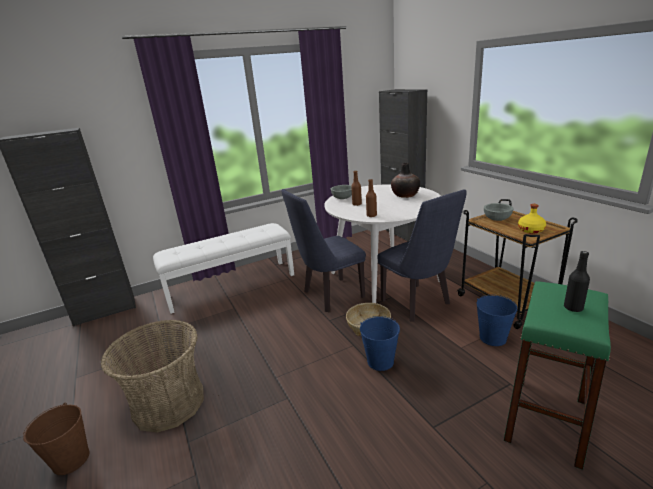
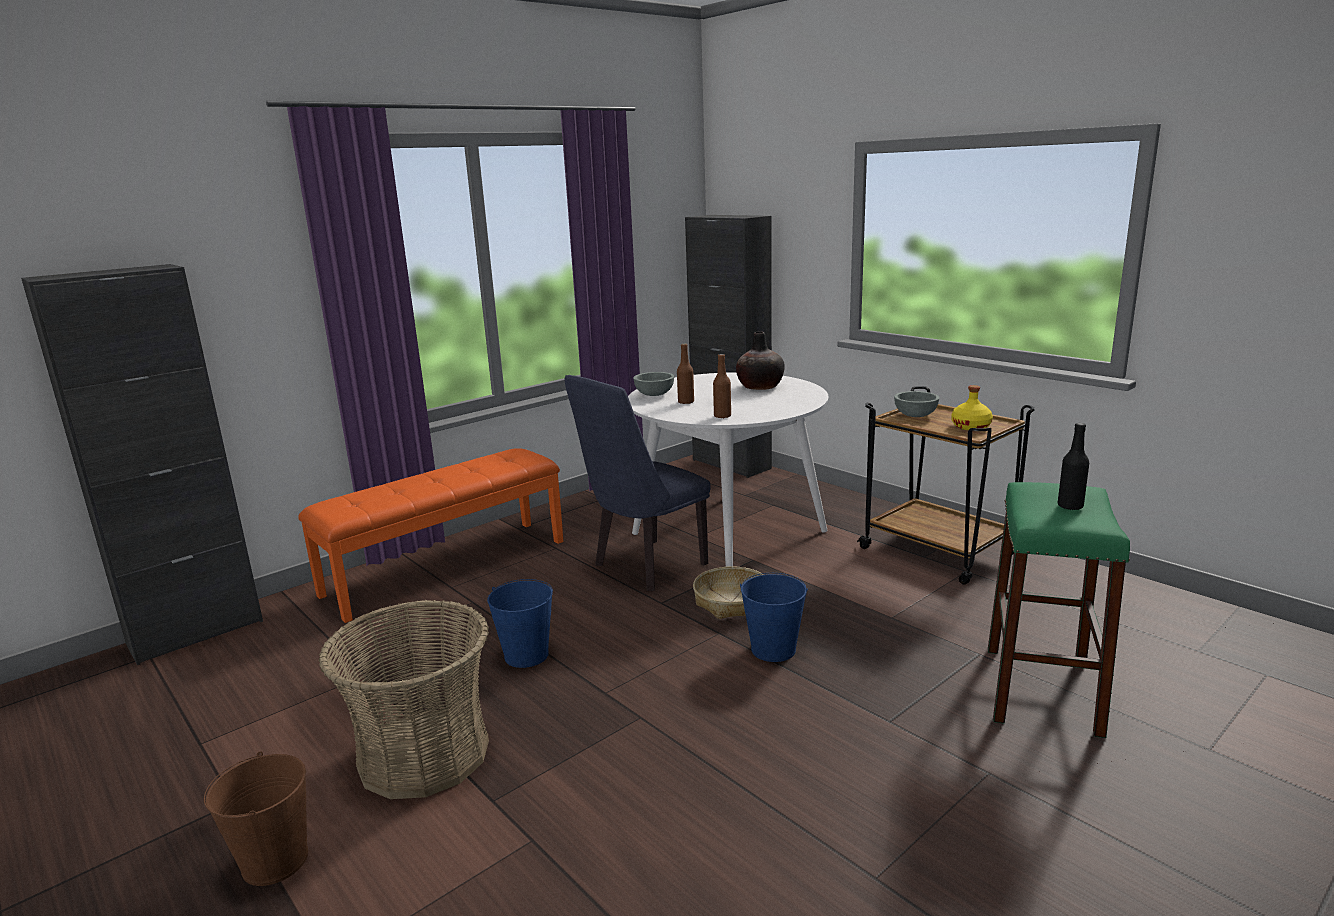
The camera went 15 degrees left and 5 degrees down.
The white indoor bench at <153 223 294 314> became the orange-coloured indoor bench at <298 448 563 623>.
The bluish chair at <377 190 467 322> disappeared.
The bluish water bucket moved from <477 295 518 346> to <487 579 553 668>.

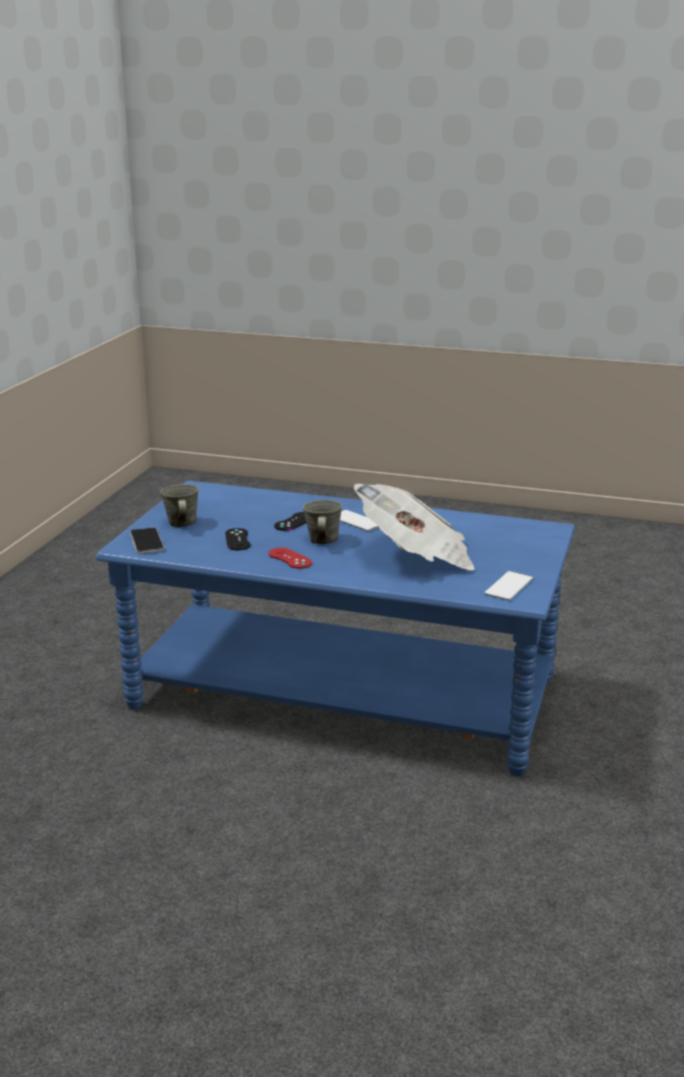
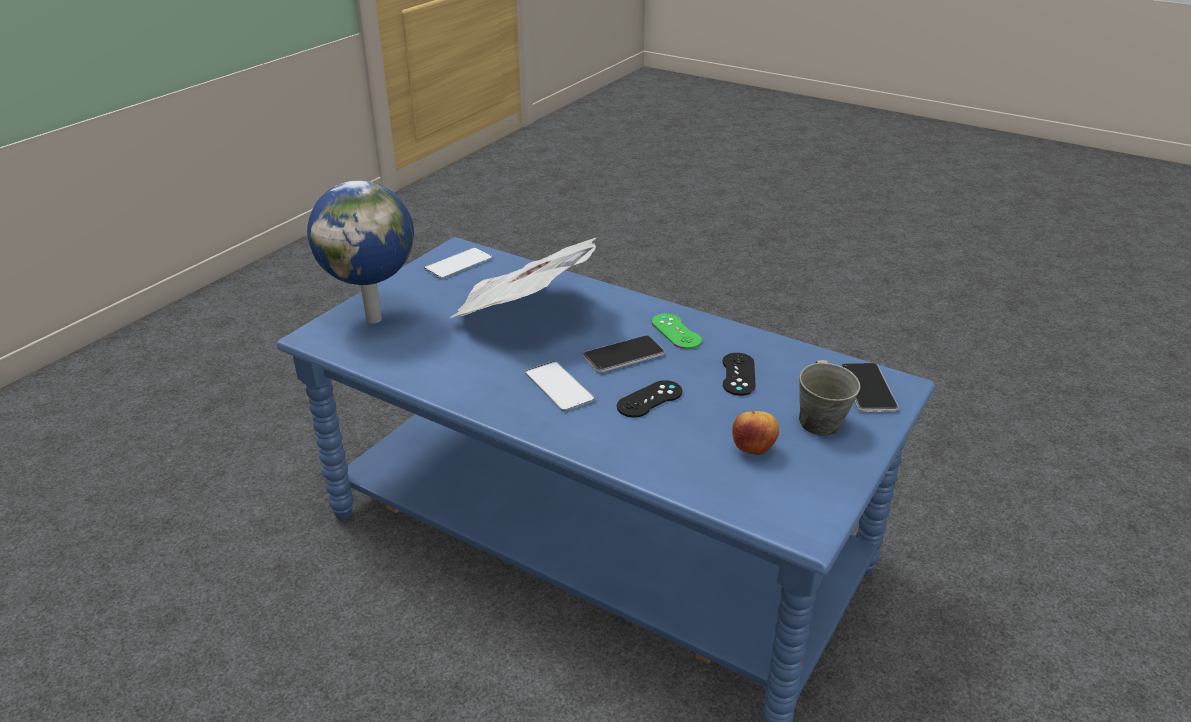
The camera went 165 degrees left and 10 degrees up.
The red-coloured game controller at <269 548 312 569> became the green-coloured game controller at <652 313 702 349>.
The grey mug at <303 500 342 544> was replaced by the phone at <583 335 665 373>.
The world globe at <307 180 414 324> appeared.
The whole apple at <732 411 779 455> appeared.

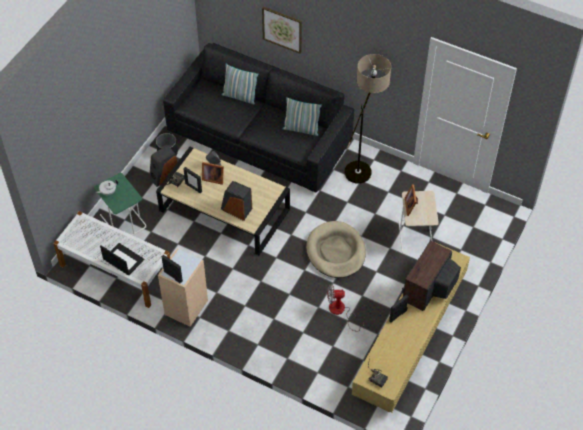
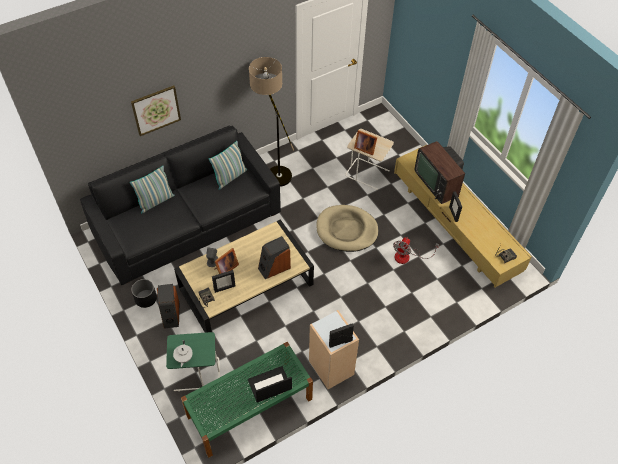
The camera went 60 degrees left and 0 degrees up.
The white indoor bench at <53 211 170 308> became the green-coloured indoor bench at <181 342 313 458>.

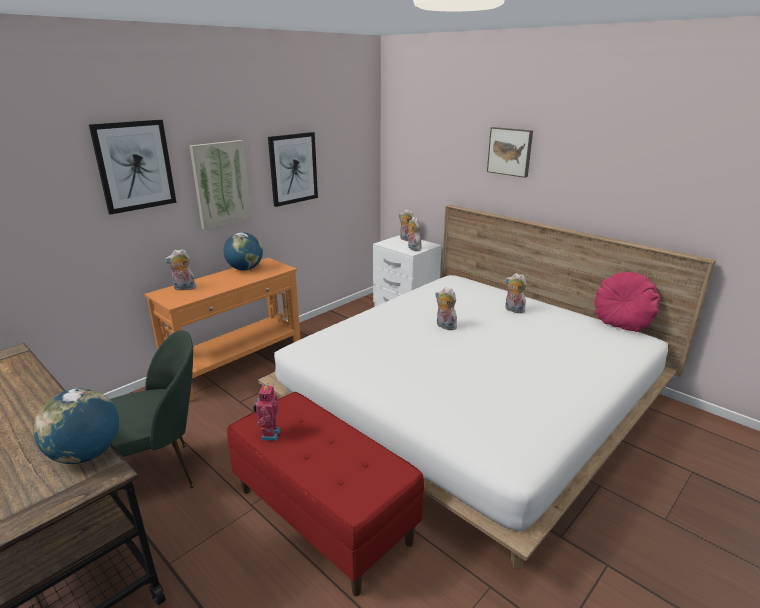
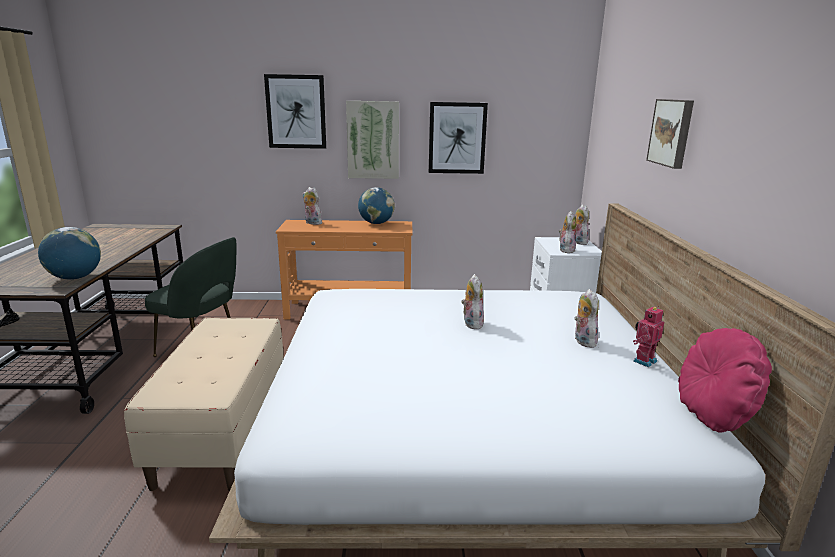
The camera went 45 degrees right and 5 degrees down.
The red-coloured indoor bench at <227 392 424 596> became the sand-coloured indoor bench at <124 318 284 491>.
The model robot moved from <253 383 281 441> to <633 306 664 367>.

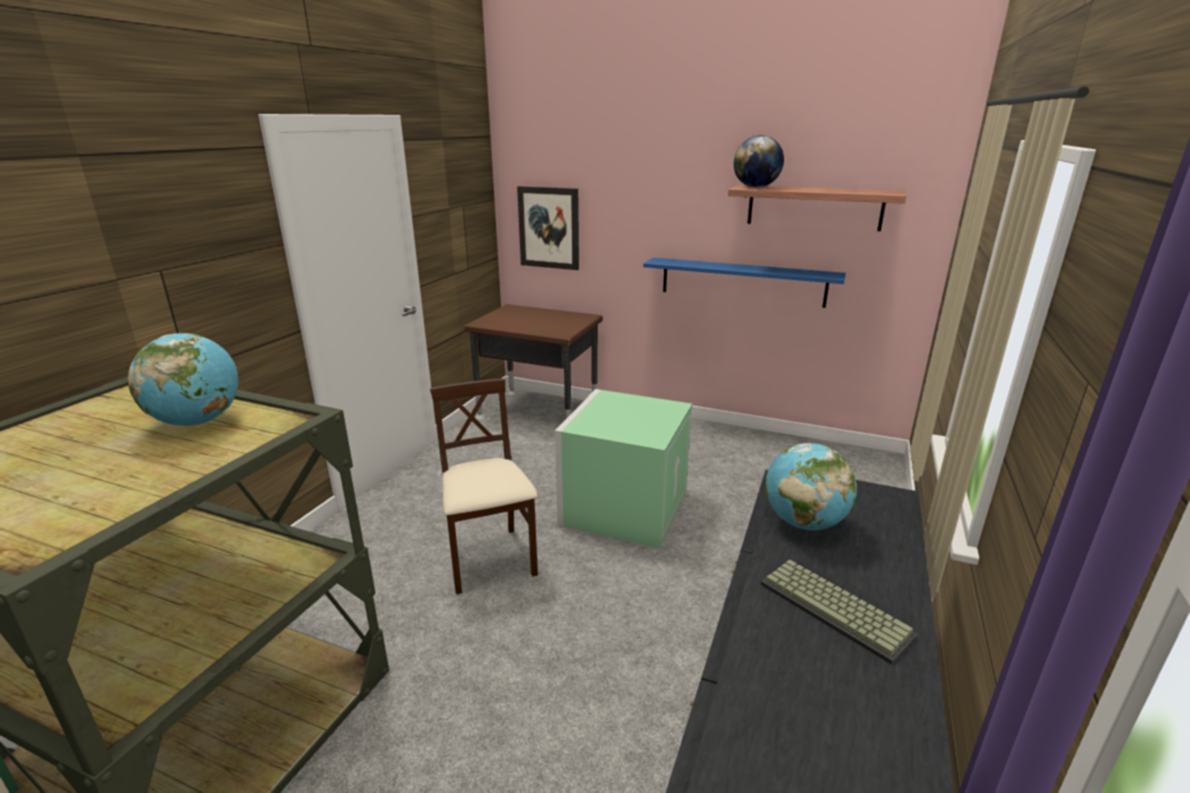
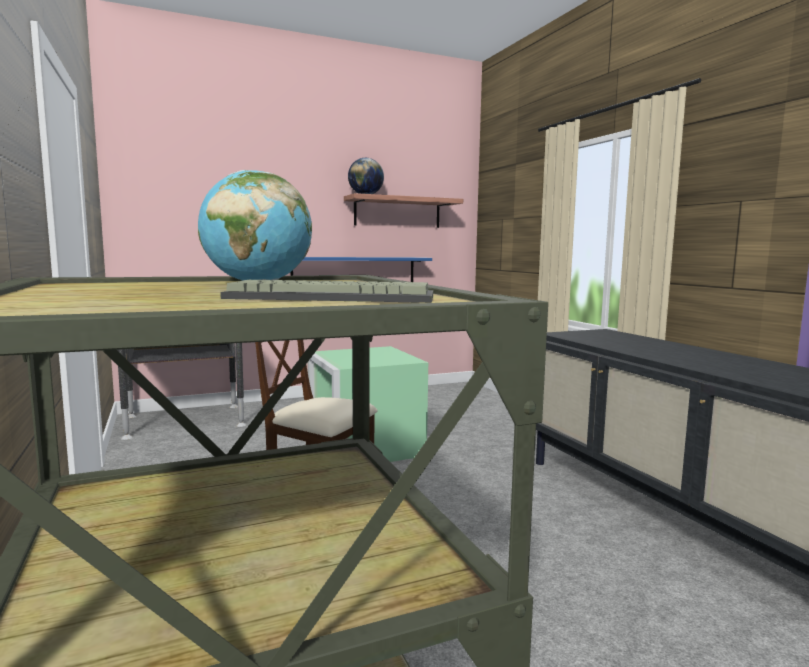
The camera went 45 degrees left and 15 degrees down.
The wall art at <517 186 579 270> disappeared.
The PC keyboard moved from <761 559 918 665> to <220 280 433 303>.
The world globe at <765 443 857 530> disappeared.

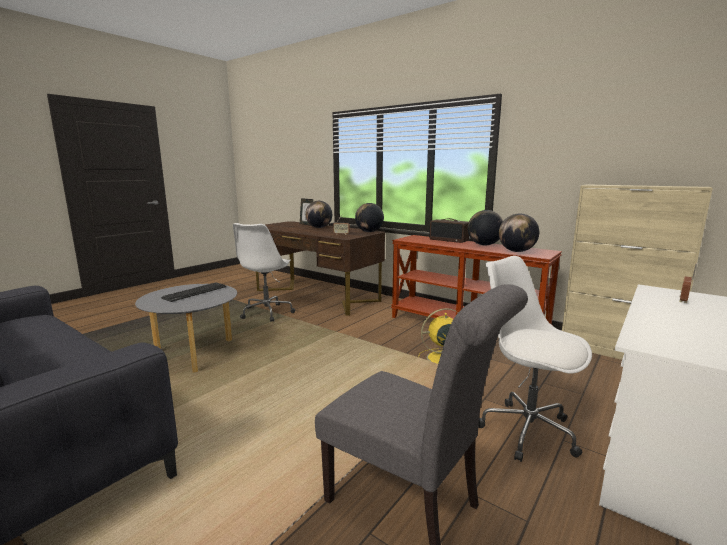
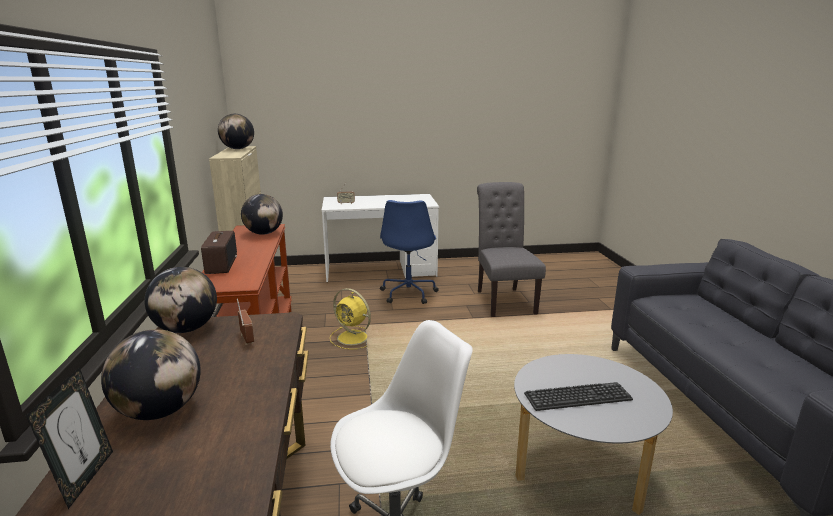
The camera went 135 degrees left and 5 degrees up.
The world globe moved from <468 210 503 245> to <218 114 254 149>.
The white office chair at <478 256 592 462> became the bluish office chair at <380 200 439 304>.

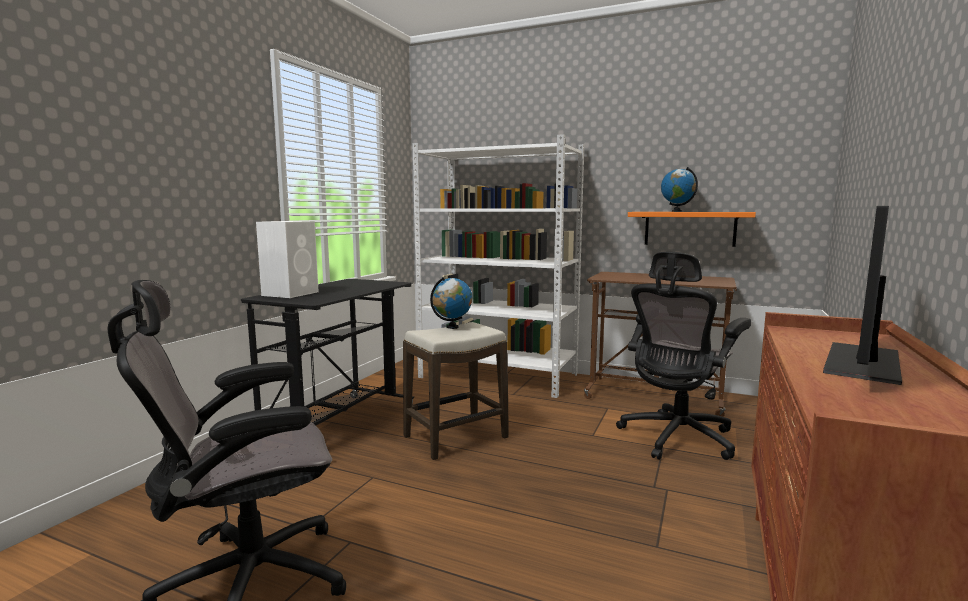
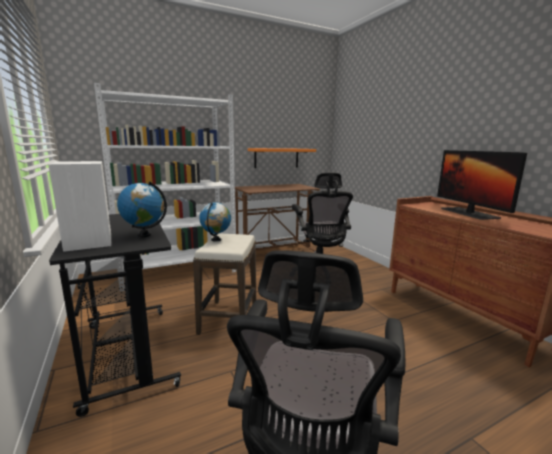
The camera went 50 degrees left and 5 degrees up.
The world globe moved from <661 167 698 212> to <117 181 167 238>.

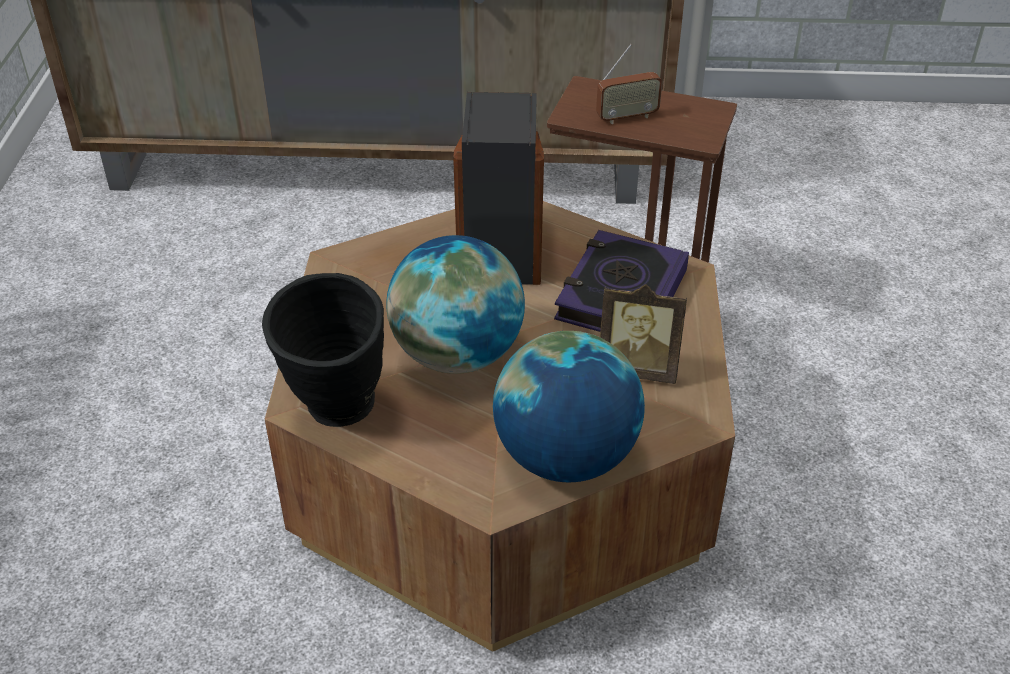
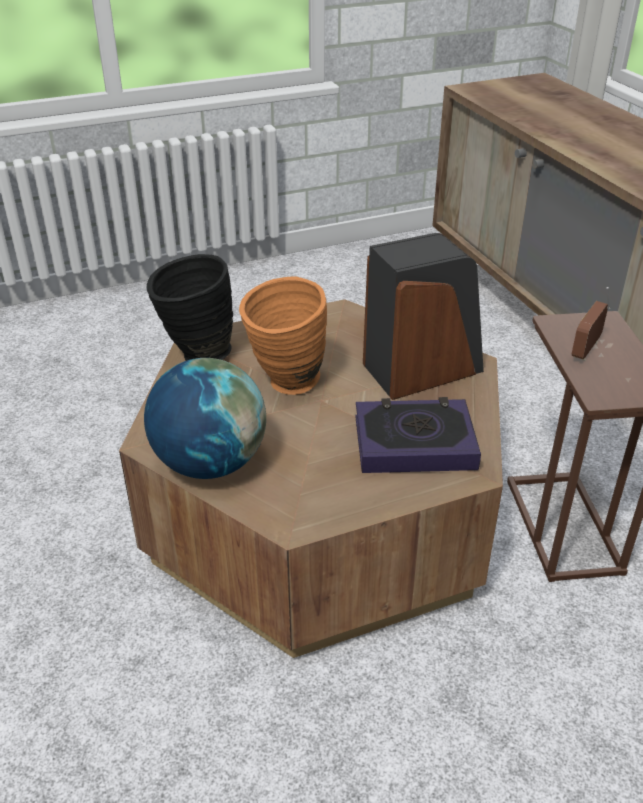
The camera went 65 degrees right and 5 degrees down.
The world globe at <386 235 525 374> was replaced by the orange-coloured decorative vase at <239 277 327 395>.
The radio at <596 44 662 124> turned 75 degrees clockwise.
The picture frame at <600 284 687 384> disappeared.

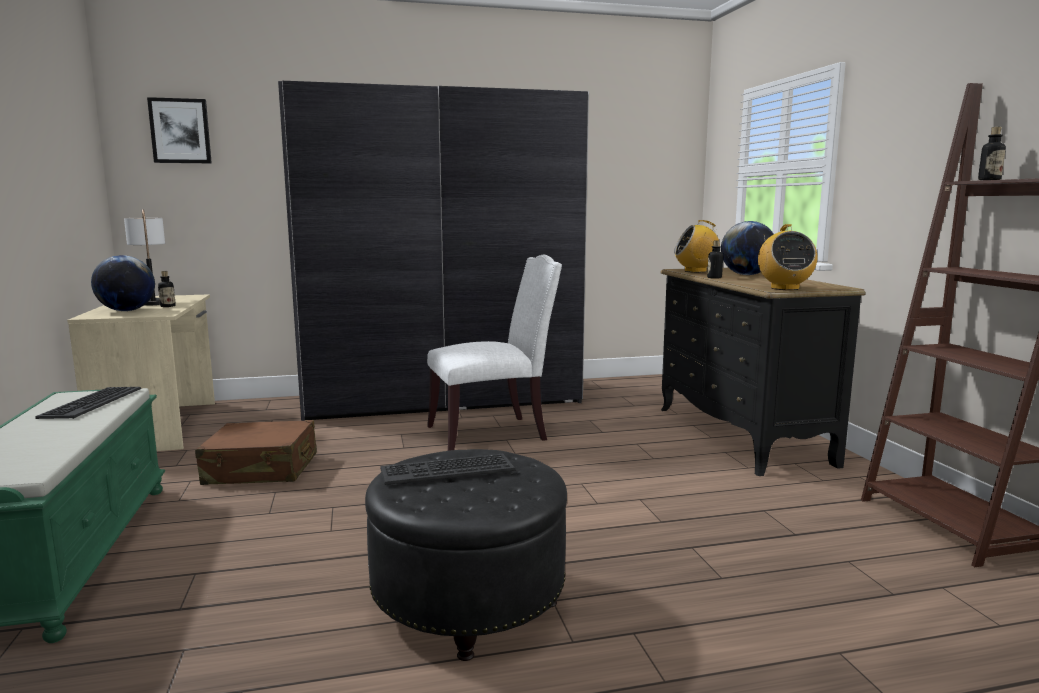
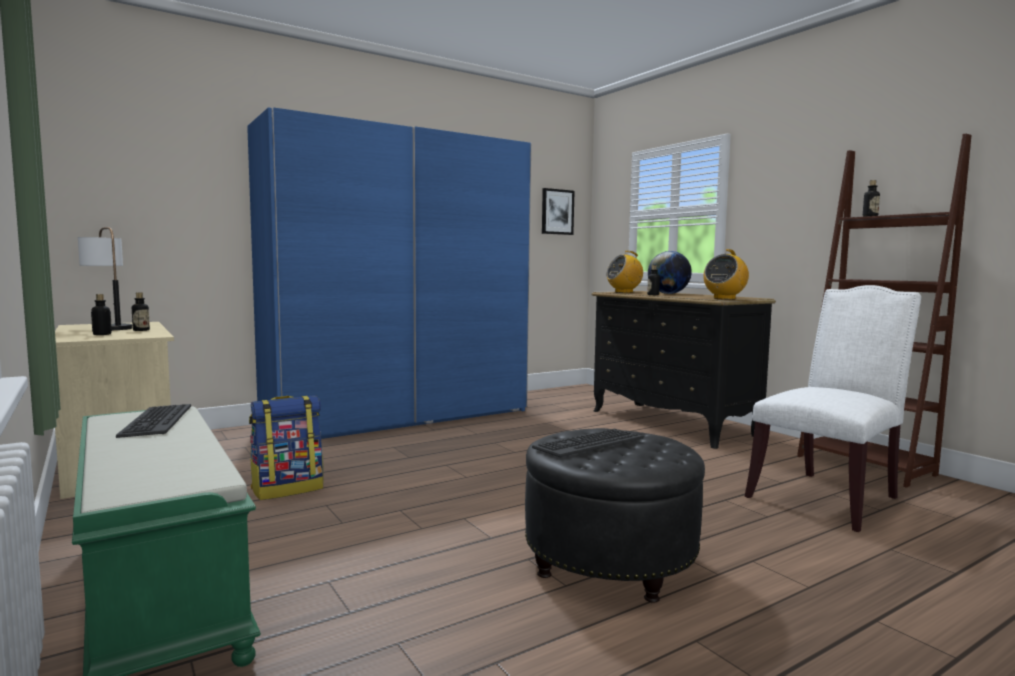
The camera went 20 degrees left and 5 degrees down.
The world globe at <91 255 155 311> was replaced by the drink bottle at <91 294 112 335>.
The wall art moved from <147 97 212 163> to <542 188 575 235>.
The brown-coloured piece of luggage at <195 420 317 485> was replaced by the rucksack at <249 395 323 500>.
The grey clothes cupboard at <278 81 589 421> became the bluish clothes cupboard at <247 107 531 439>.
The white chair moved from <427 255 562 451> to <744 285 921 532>.
The radio at <758 224 817 290> turned 60 degrees clockwise.

